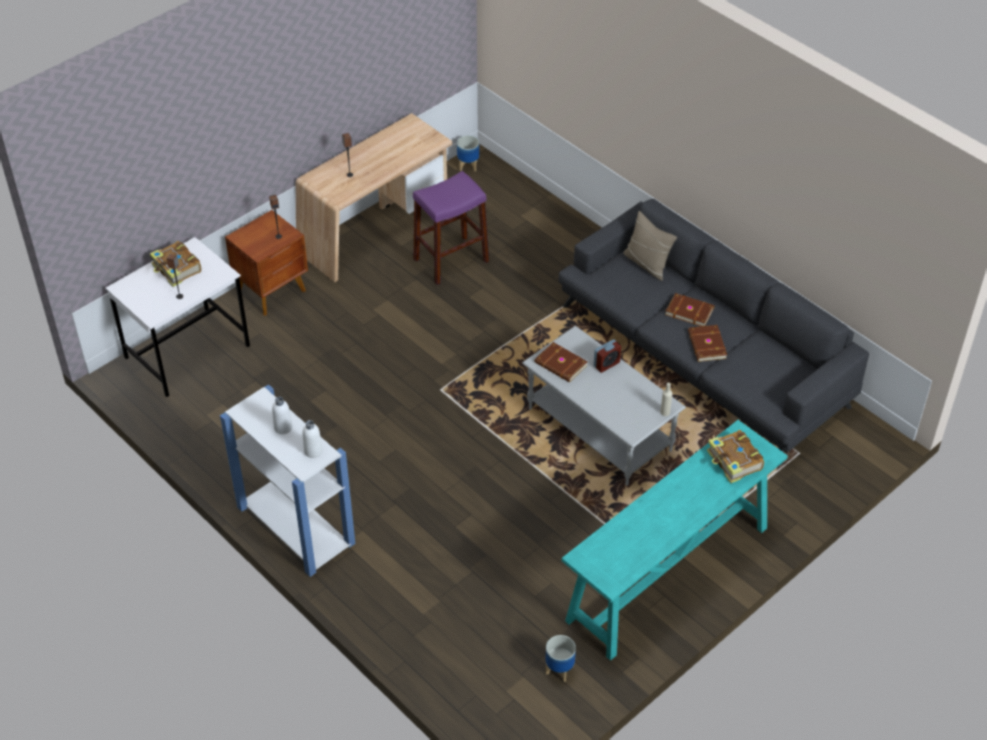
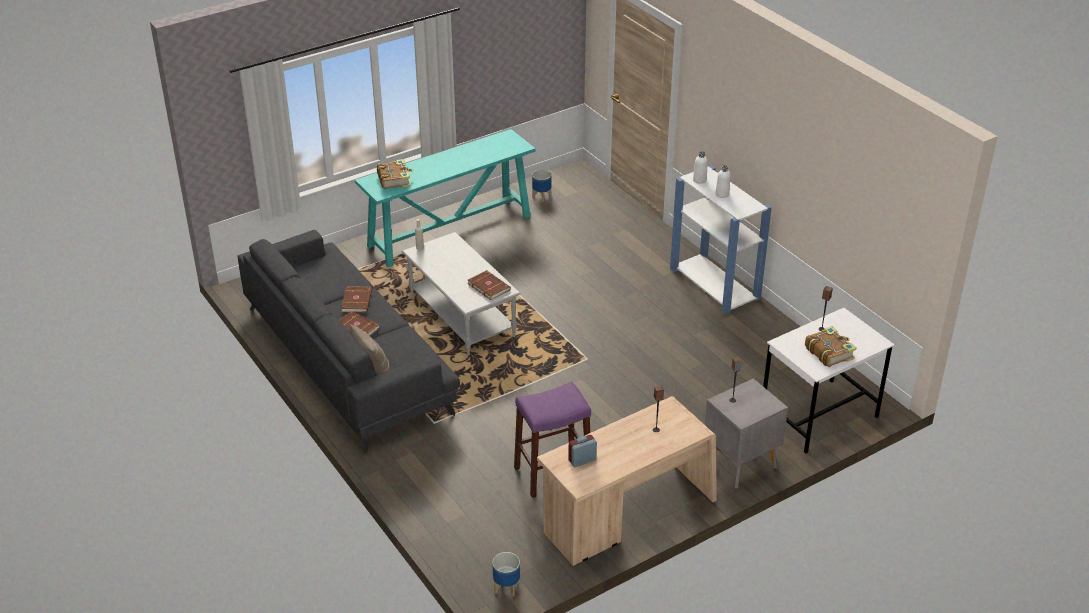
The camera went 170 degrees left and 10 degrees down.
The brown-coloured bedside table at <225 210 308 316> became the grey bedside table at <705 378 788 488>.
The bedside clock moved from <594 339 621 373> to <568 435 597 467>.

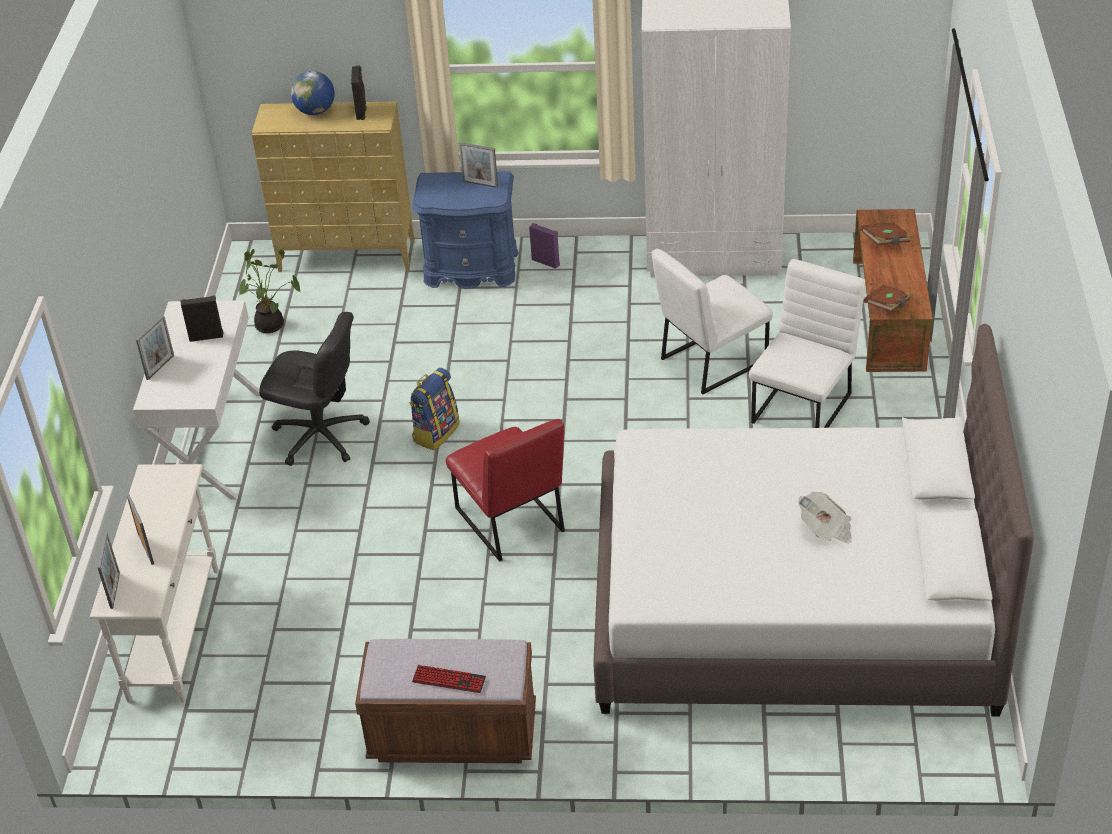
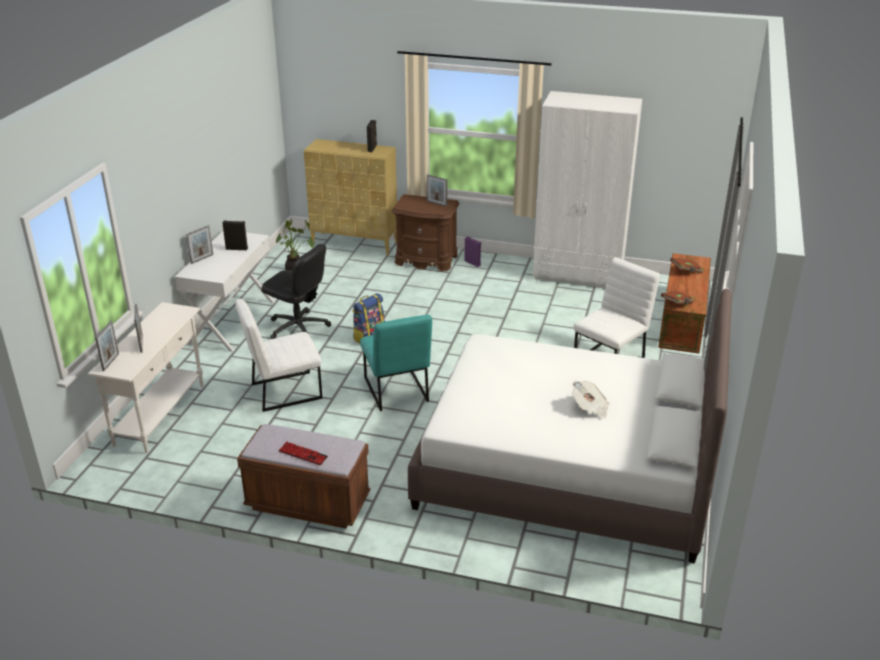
The camera went 10 degrees right and 10 degrees down.
The world globe at <291 71 335 115> disappeared.
The bluish bedside table at <412 171 518 289> became the brown-coloured bedside table at <392 194 460 272>.
The red-coloured chair at <446 419 565 562> became the turquoise chair at <360 315 432 411>.
The white chair moved from <652 249 773 394> to <236 299 322 412>.

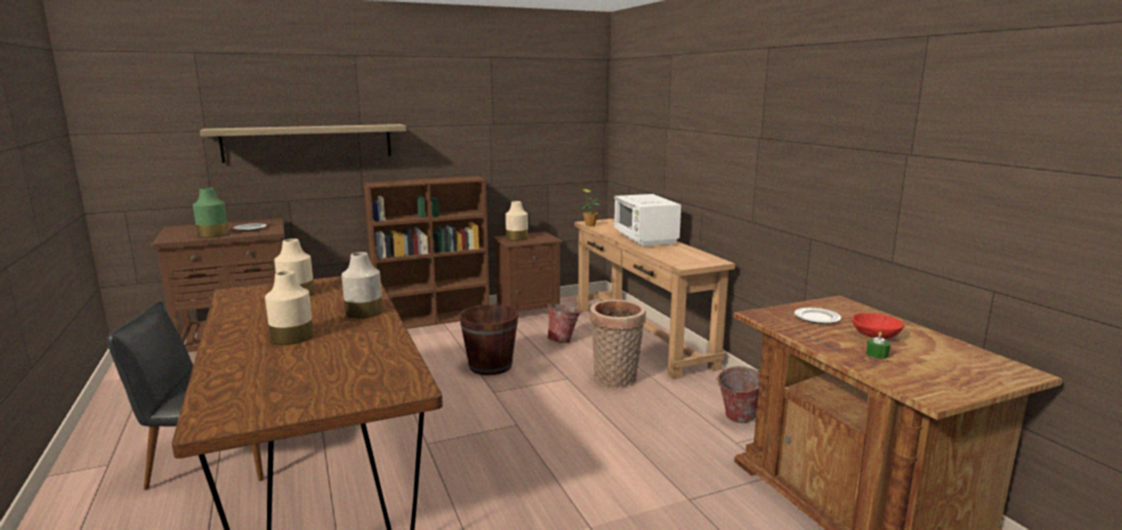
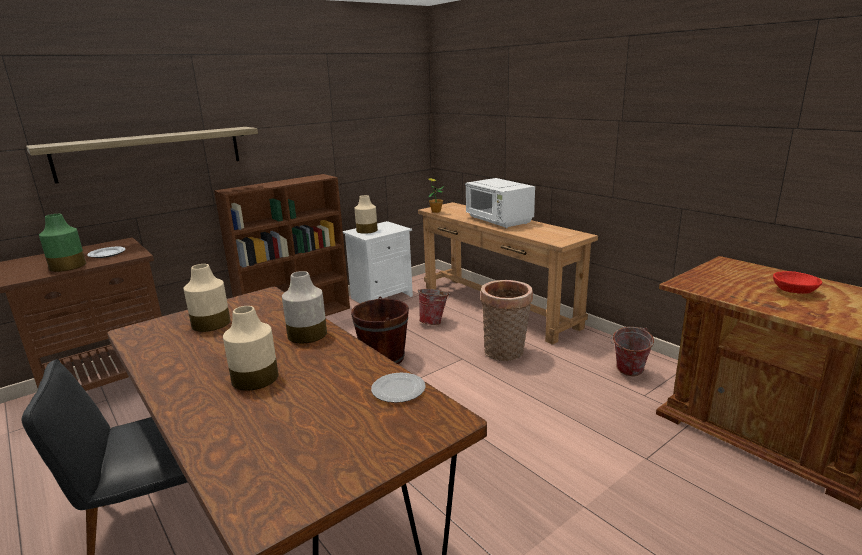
The camera went 15 degrees left and 5 degrees up.
The brown-coloured bedside table at <493 232 563 312> became the white bedside table at <343 221 413 303>.
The dinner plate moved from <794 308 841 324> to <371 373 426 403>.
The green-coloured wax light at <866 332 890 359> disappeared.

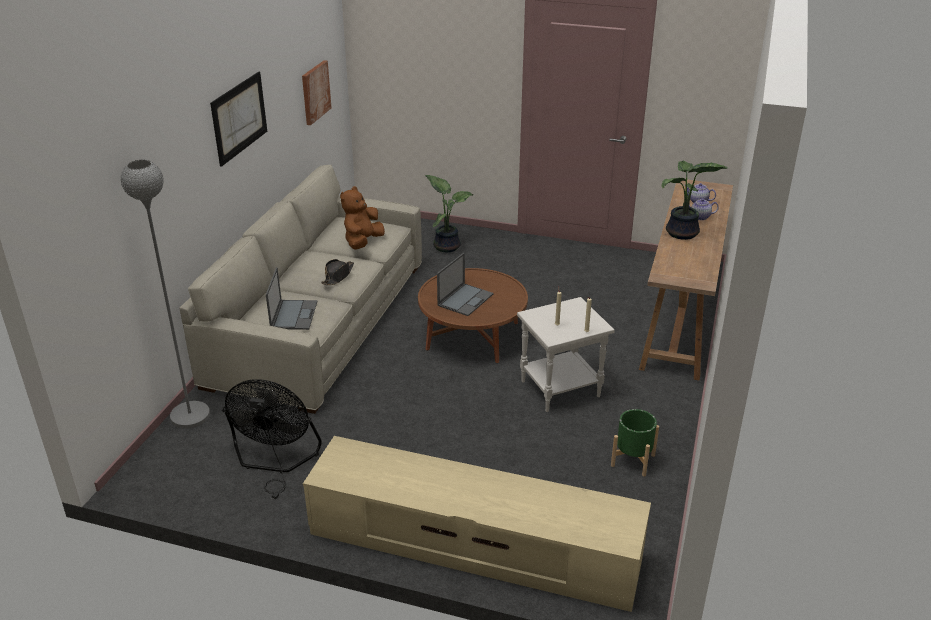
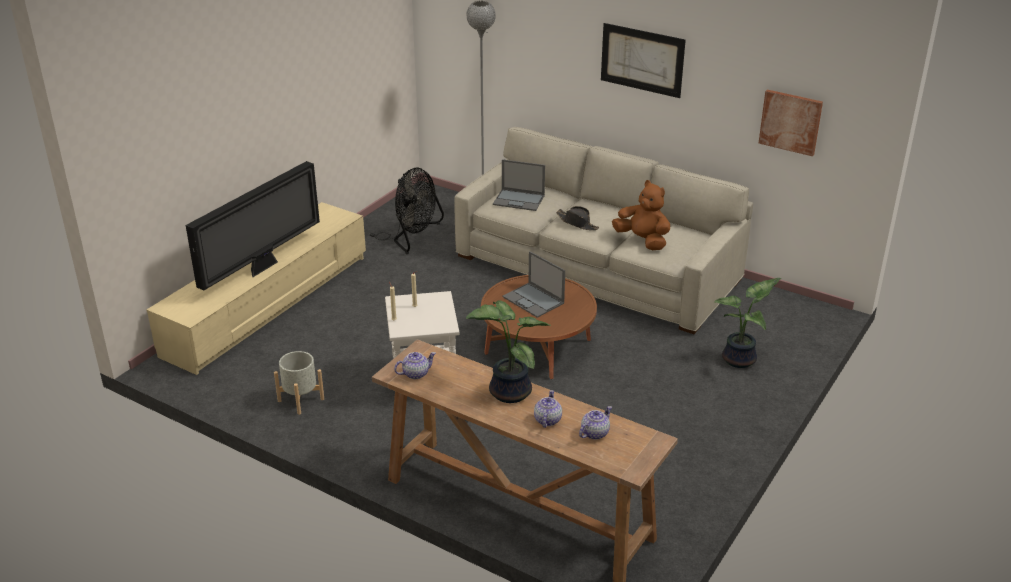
The camera went 105 degrees right and 0 degrees up.
The green-coloured plant pot at <611 409 659 477> became the grey plant pot at <274 351 324 415>.
The TV set at <186 161 320 290> appeared.
The tea pot at <394 352 436 379> appeared.

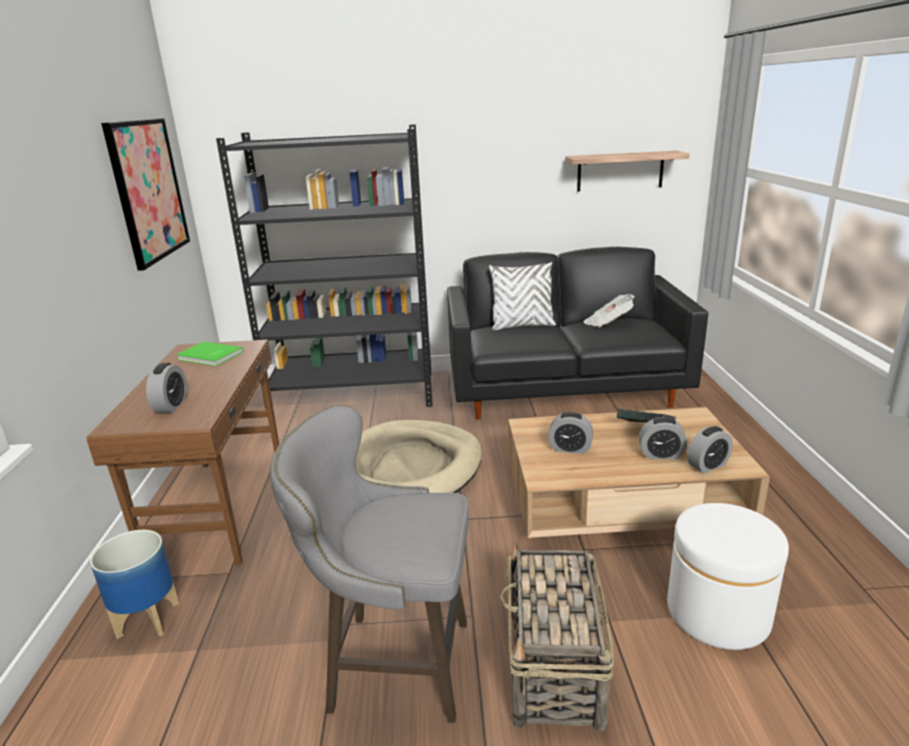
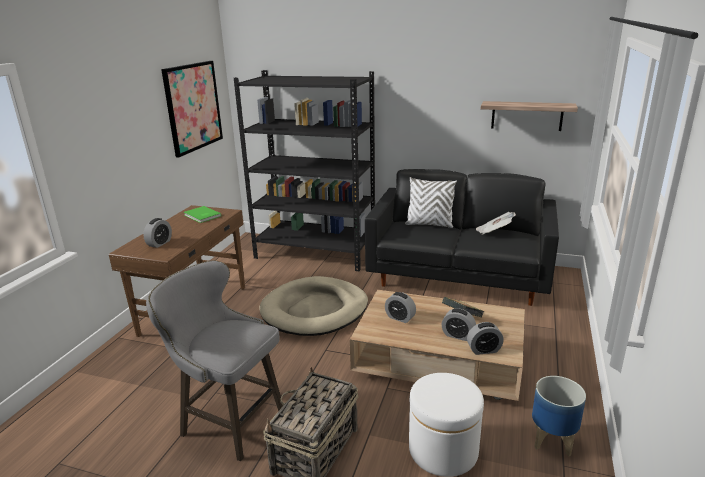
The camera went 20 degrees right and 0 degrees up.
The plant pot moved from <90 530 179 639> to <532 376 586 456>.

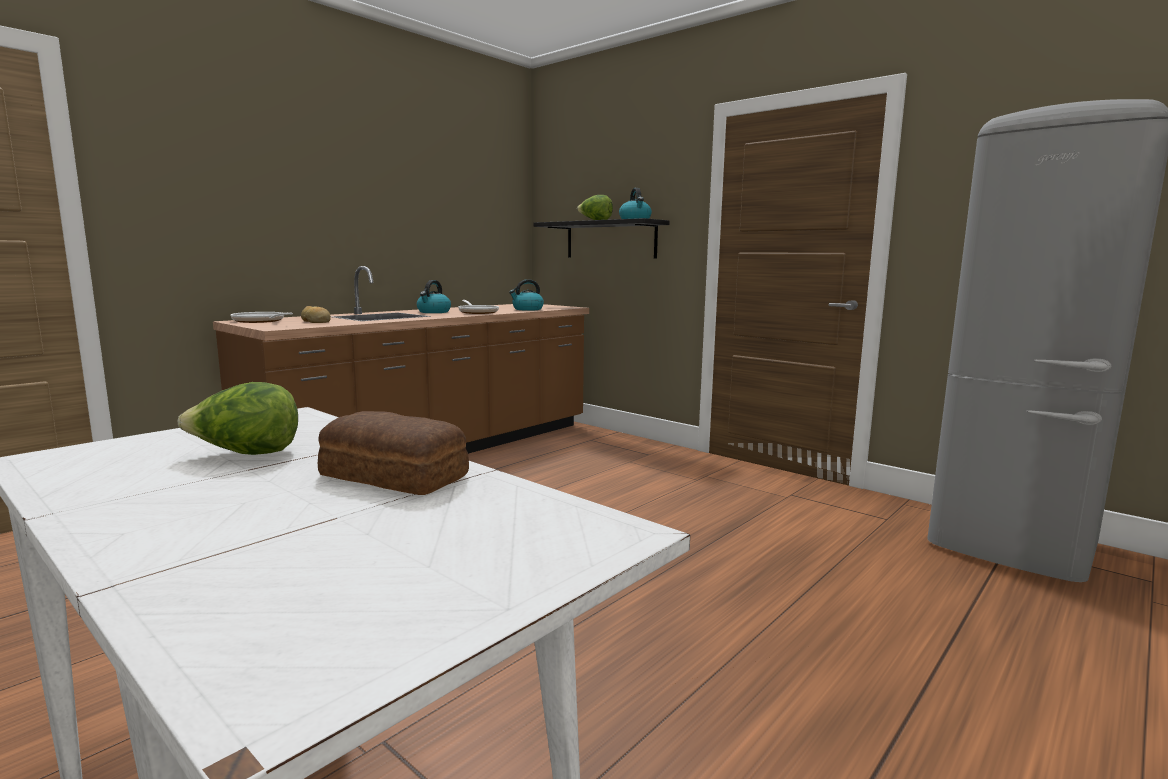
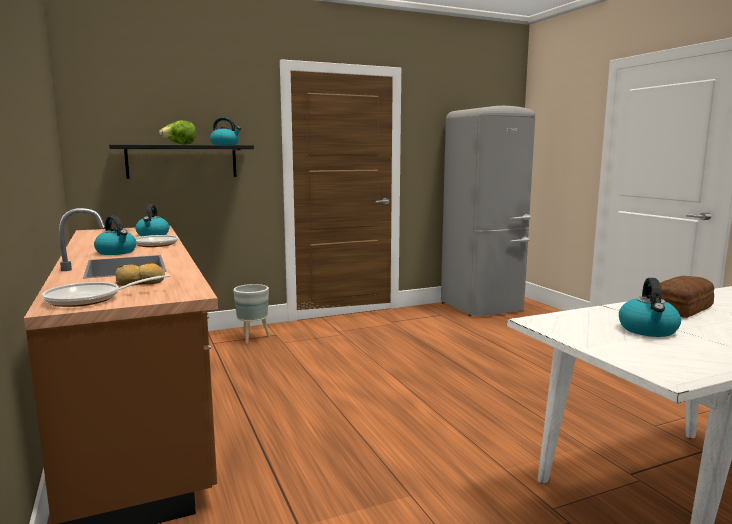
The camera went 65 degrees left and 0 degrees up.
The lettuce head at <178 382 298 455> was replaced by the tea kettle at <619 278 681 337>.
The grey plant pot at <233 284 270 344> appeared.

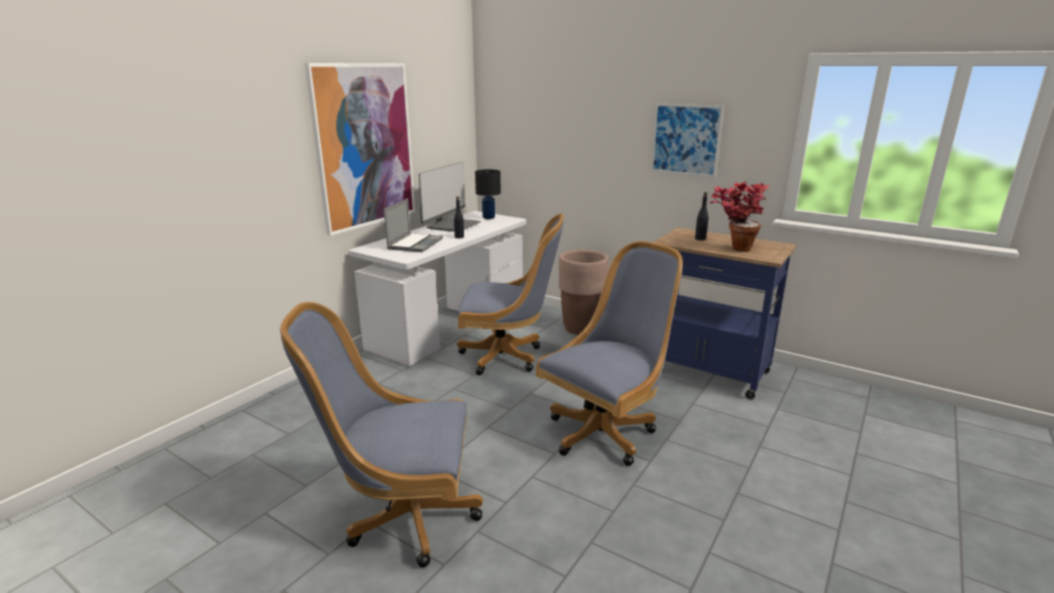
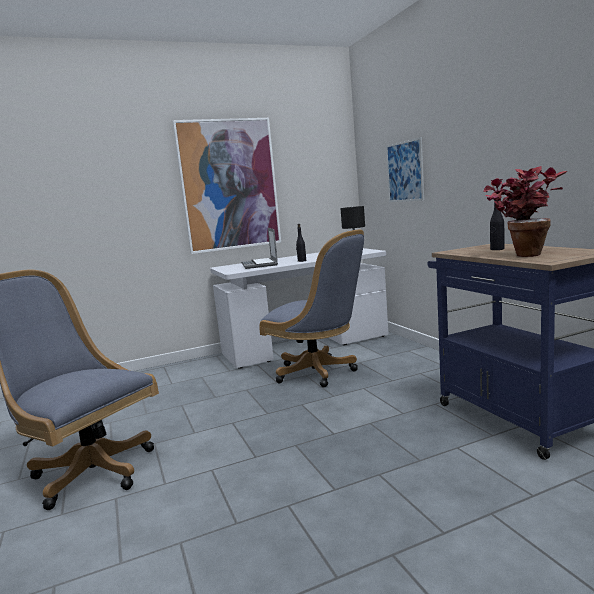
The camera went 35 degrees right and 10 degrees down.
The portable computer at <384 198 443 252> turned 120 degrees clockwise.
The monitor at <419 162 482 232> disappeared.
The bluish office chair at <536 241 683 466> disappeared.
The brown-coloured plant pot at <559 249 609 335> disappeared.
The wall art moved from <651 103 724 177> to <386 137 424 202>.

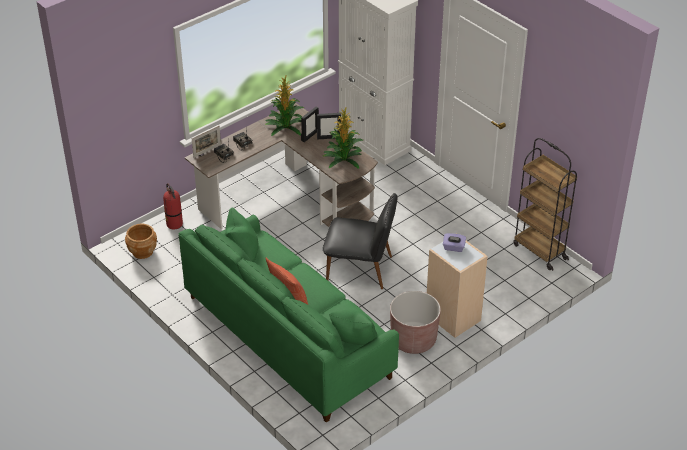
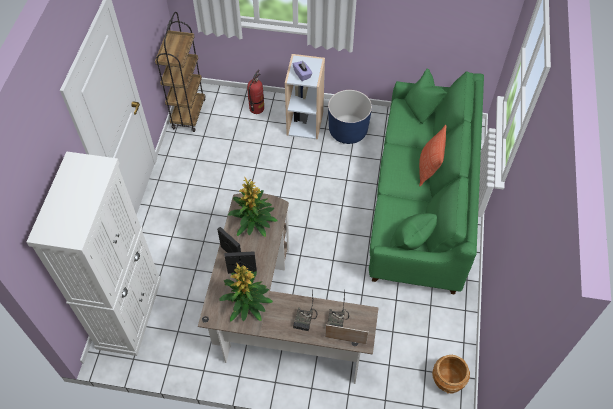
The camera went 130 degrees left and 15 degrees up.
The extinguisher moved from <163 183 183 229> to <247 70 264 114>.
The black chair at <323 193 398 289> disappeared.
The brown-coloured plant pot at <390 291 441 354> became the bluish plant pot at <328 90 372 144>.

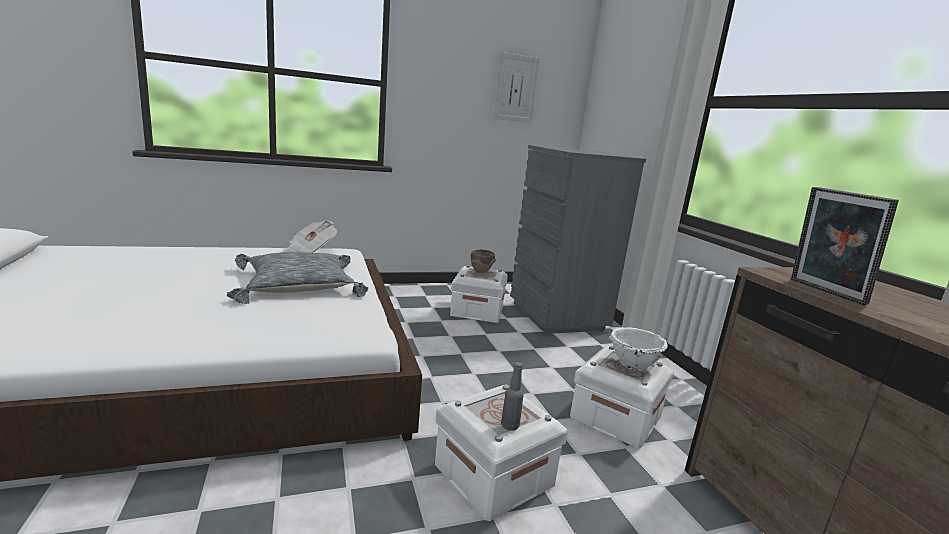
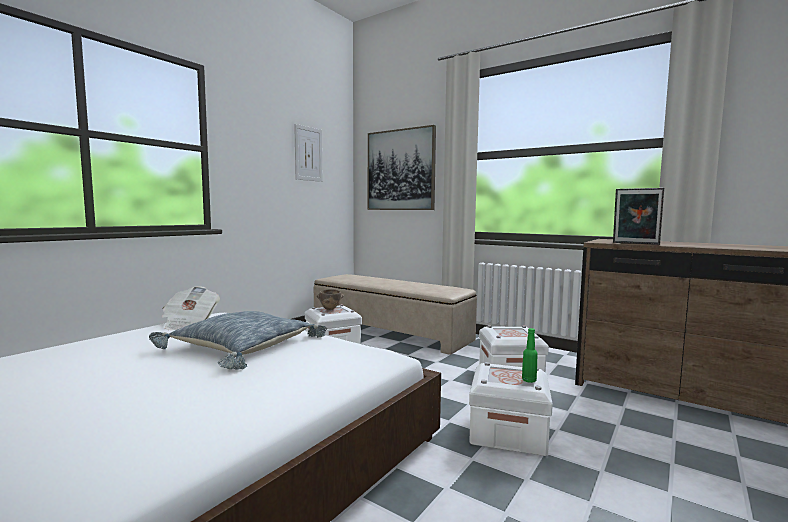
The camera went 35 degrees left and 10 degrees down.
The grey drink bottle at <501 362 524 431> became the green-coloured drink bottle at <522 328 538 383>.
The grey drawer chest at <510 145 646 334> was replaced by the sand-coloured indoor bench at <314 274 477 355>.
The white bowl at <609 327 668 371> disappeared.
The wall art at <368 125 436 210> appeared.

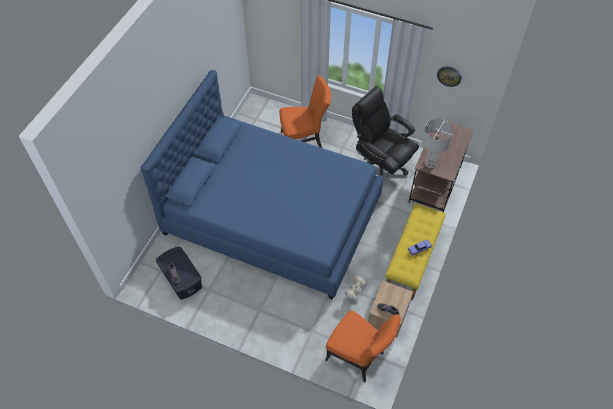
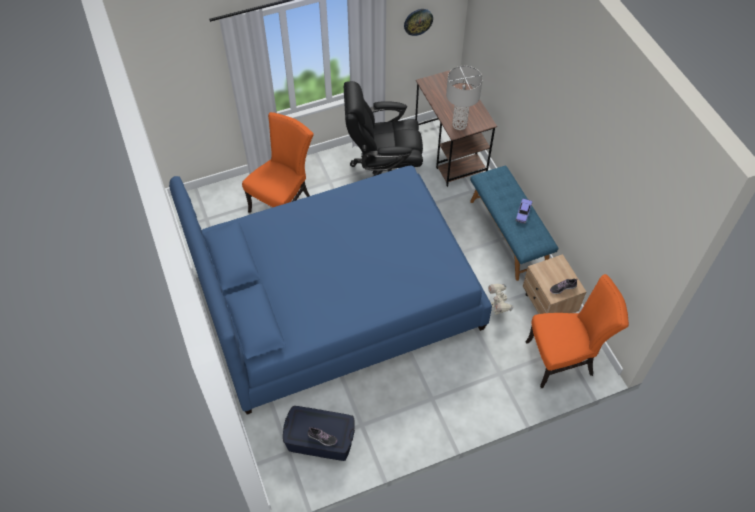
The camera went 45 degrees left and 0 degrees up.
The yellow indoor bench at <385 203 446 300> became the bluish indoor bench at <470 166 558 281>.

